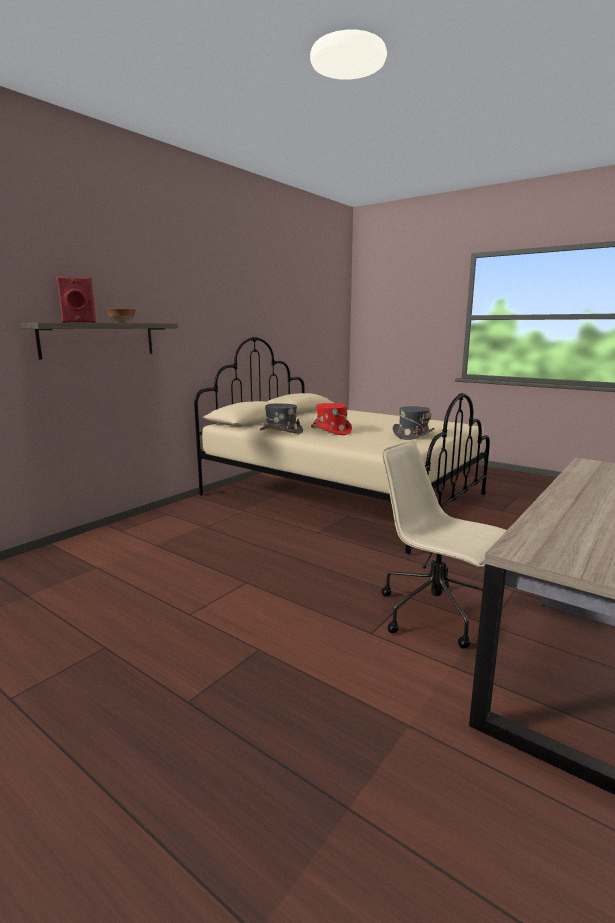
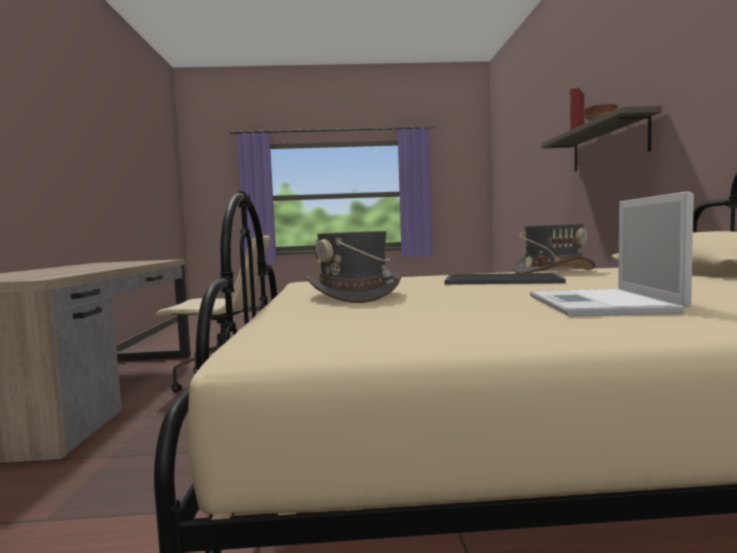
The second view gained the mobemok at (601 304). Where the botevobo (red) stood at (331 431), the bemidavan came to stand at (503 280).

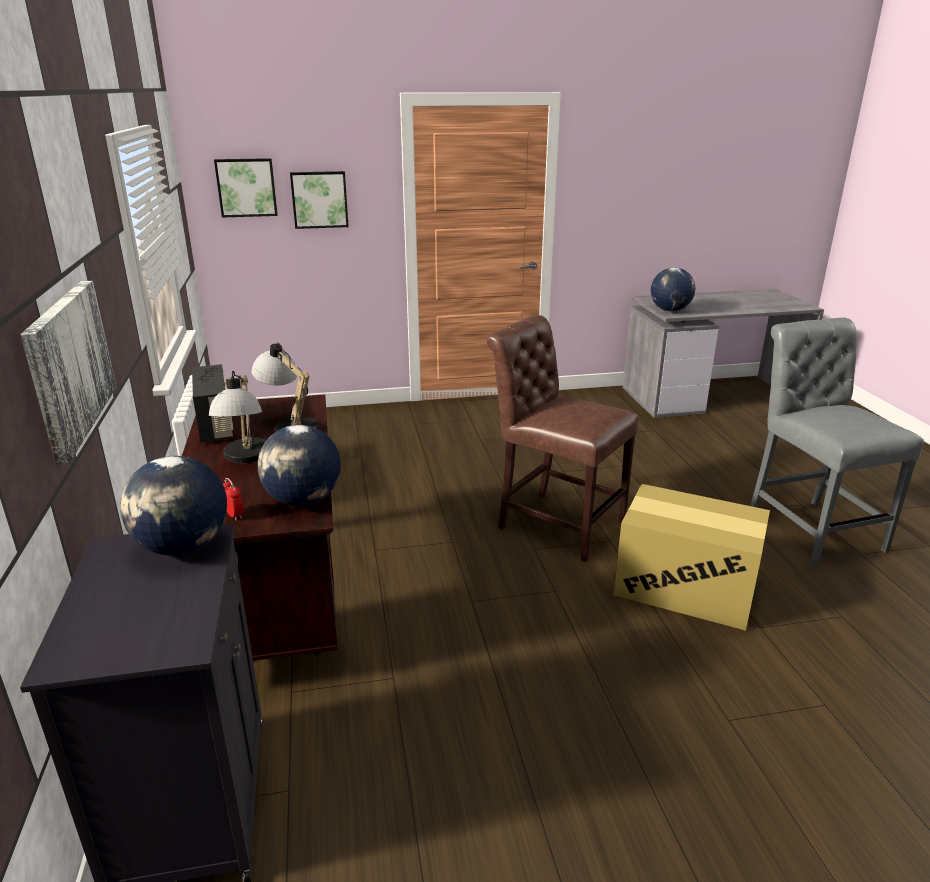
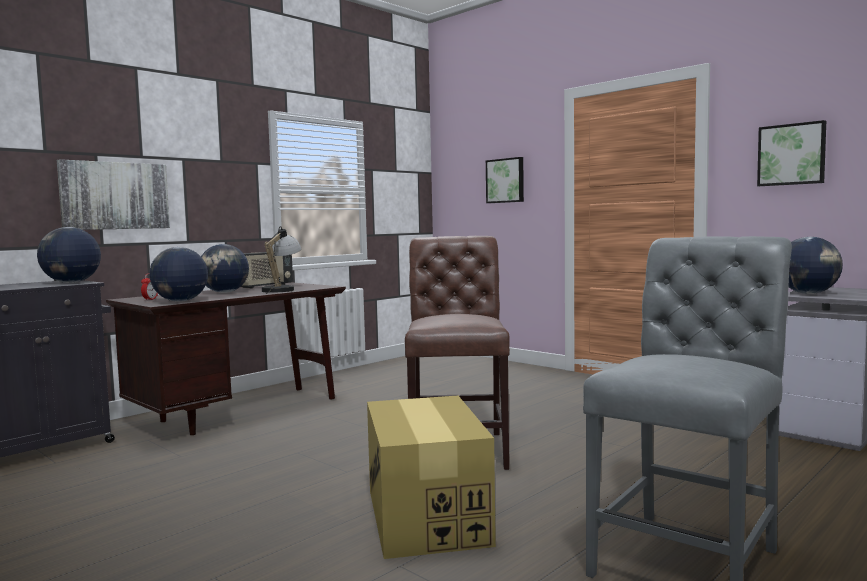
The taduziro ended up elsewhere, having gone from (246 187) to (791 154). Where the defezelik stood at (246 459), the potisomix came to stand at (225 292).

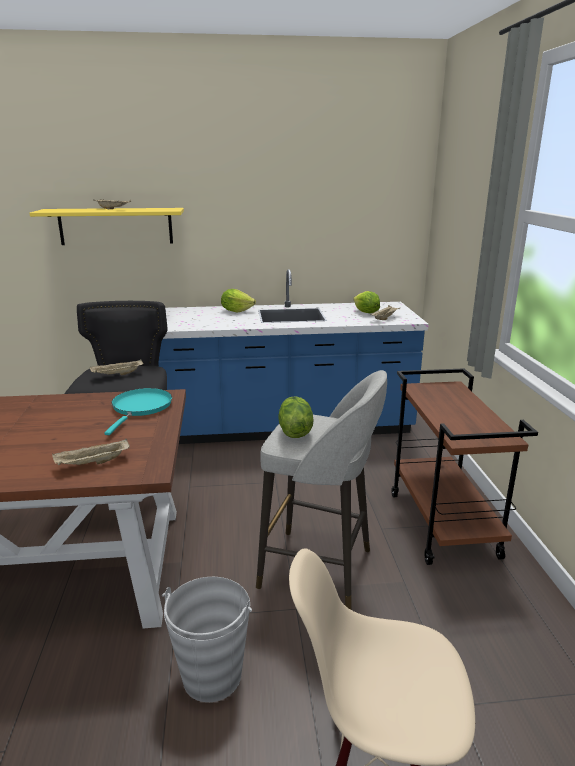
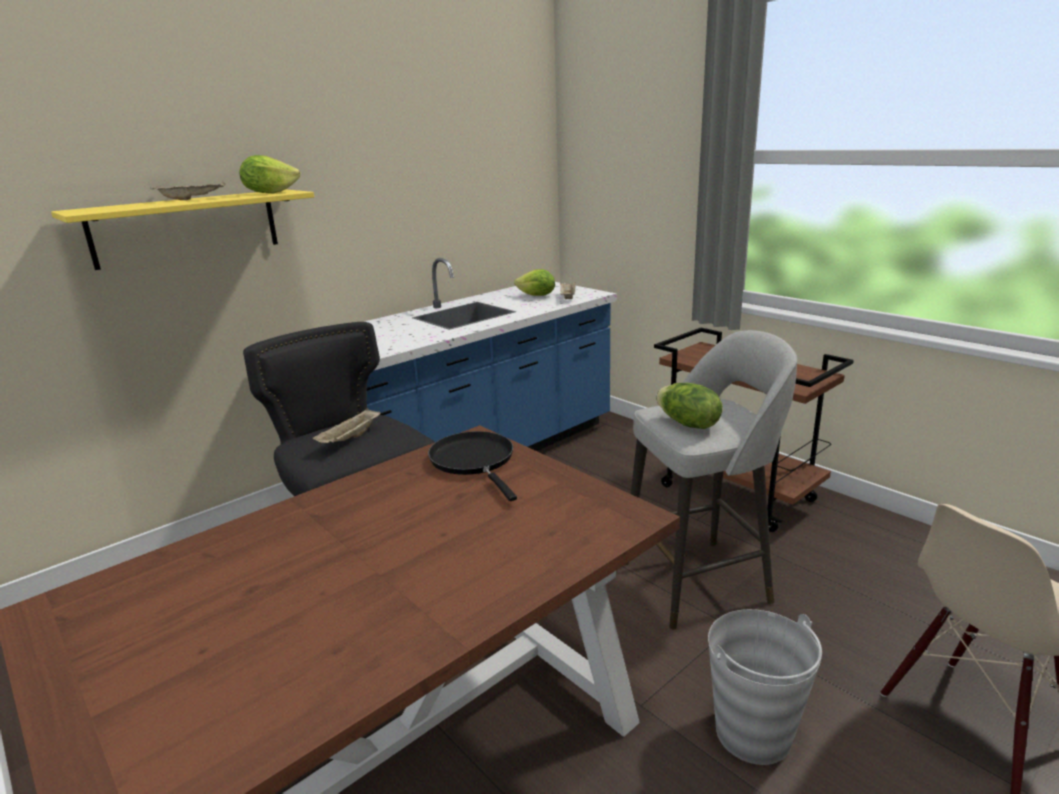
The second view lost the bemidavan (beige) at (92 463). The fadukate ended up elsewhere, having gone from (236 311) to (269 193). What was the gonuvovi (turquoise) at (140 408) turned into the gonuvovi (black) at (474 461).

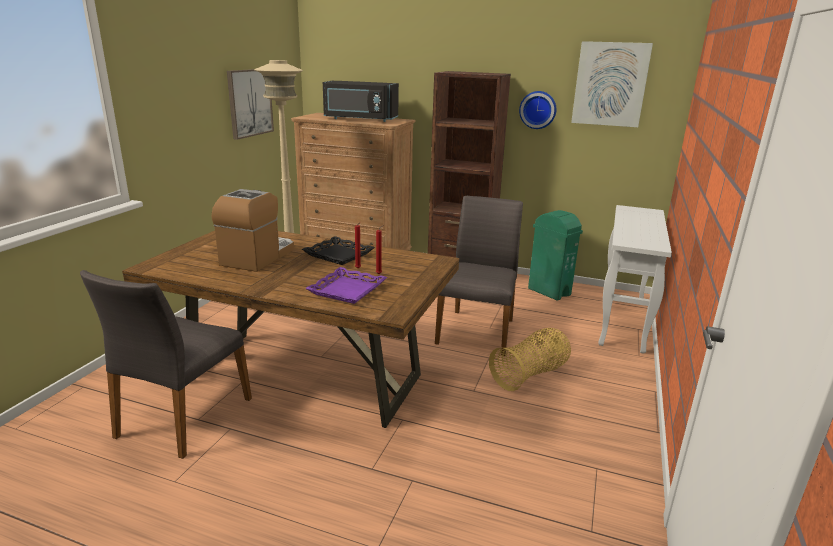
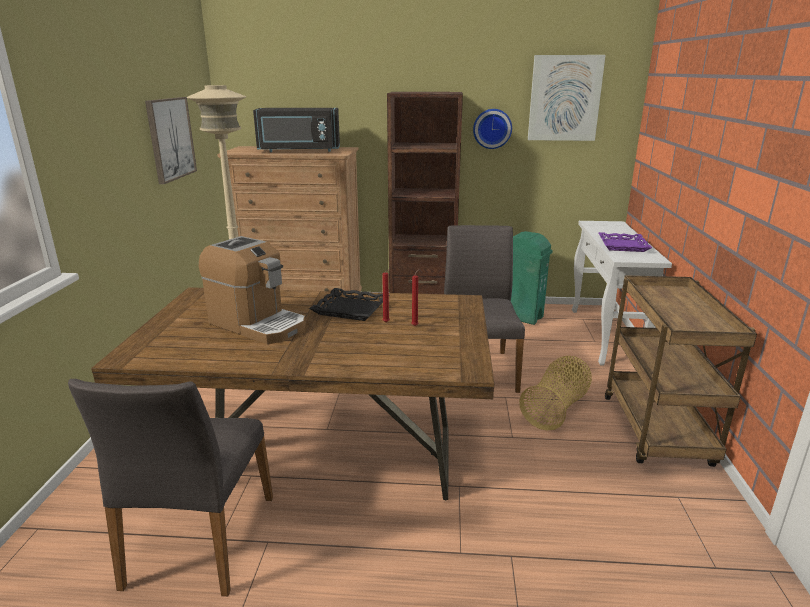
The second view gained the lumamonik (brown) at (657 432). The bemidavan (purple) ended up elsewhere, having gone from (348 290) to (623 246). The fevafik at (258 256) ended up facing another way, 120 degrees clockwise from before.

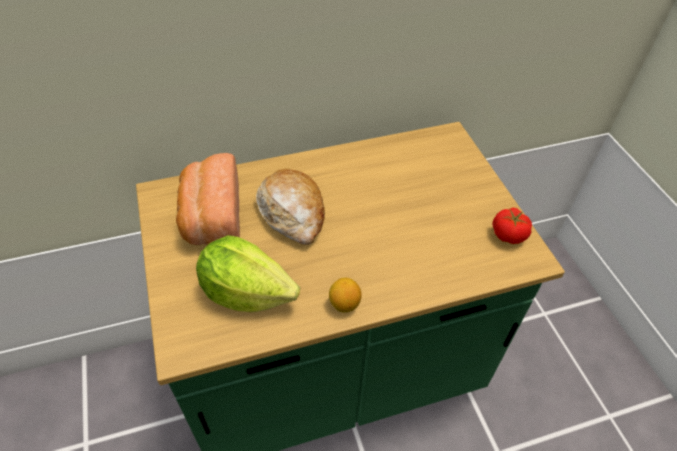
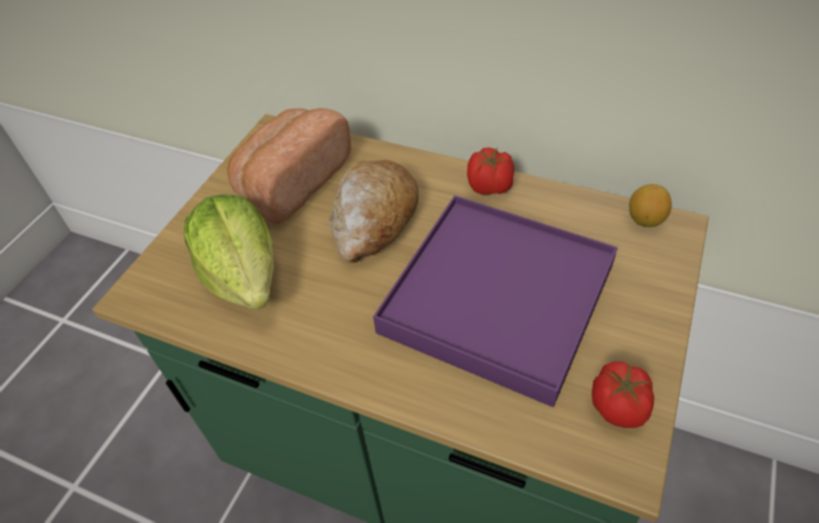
The second view gained the bemidavan (purple) at (498 299). The second view gained the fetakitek at (490 187). The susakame ended up elsewhere, having gone from (344 304) to (645 220).

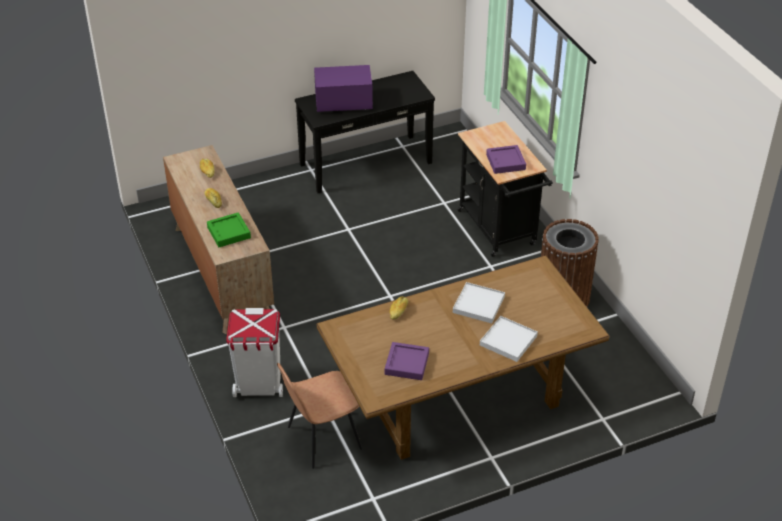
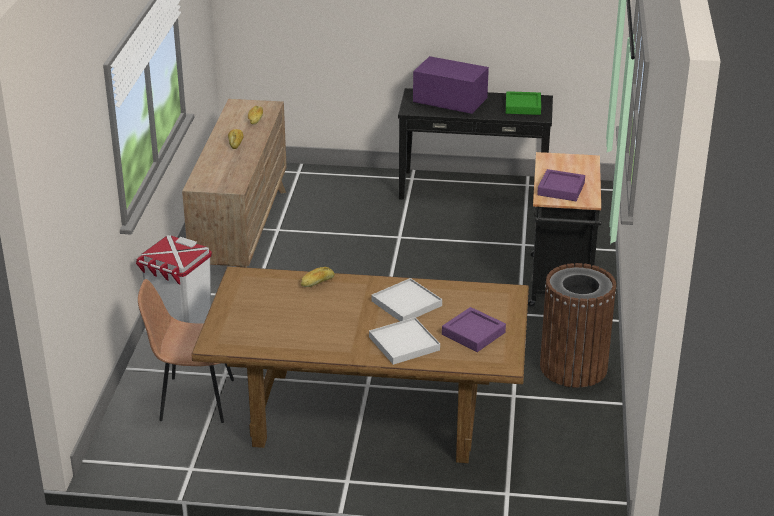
The bemidavan (green) ended up elsewhere, having gone from (229 233) to (523 107). The bemidavan (purple) ended up elsewhere, having gone from (407 364) to (473 333).

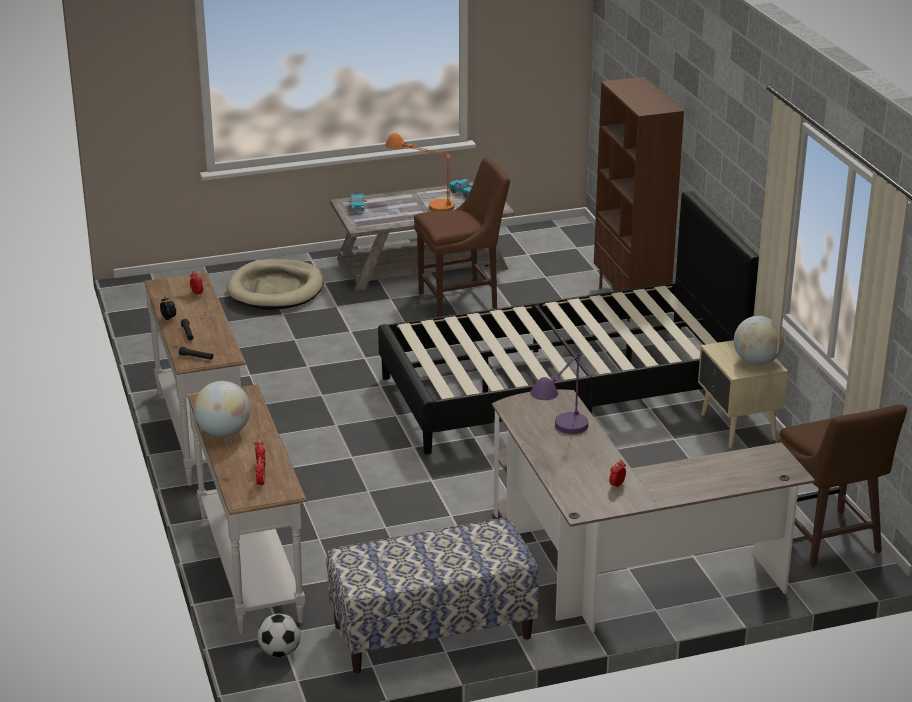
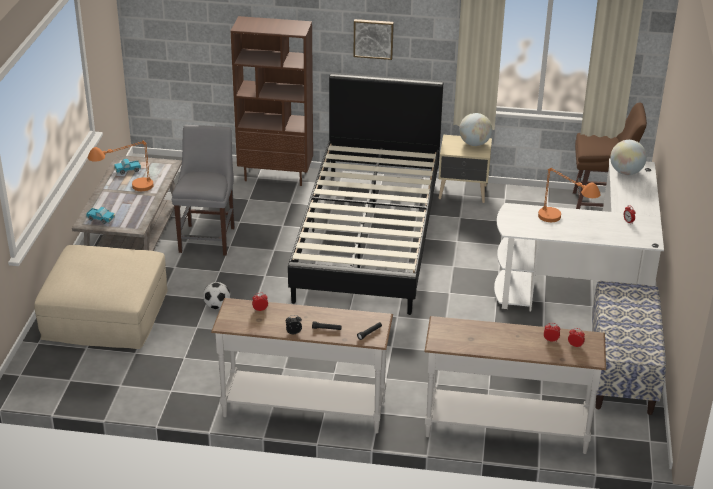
The second view gained the taduziro at (373 38). The potisomix ended up elsewhere, having gone from (224 433) to (626 172). The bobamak ended up elsewhere, having gone from (280 652) to (217 306). Where the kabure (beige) stood at (276 289), the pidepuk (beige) came to stand at (104 315). What was the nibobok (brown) at (462 300) turned into the nibobok (grey) at (208 238). What was the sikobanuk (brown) at (617 568) turned into the sikobanuk (white) at (589 282). What was the defezelik (purple) at (559 439) turned into the defezelik (orange) at (564 225).

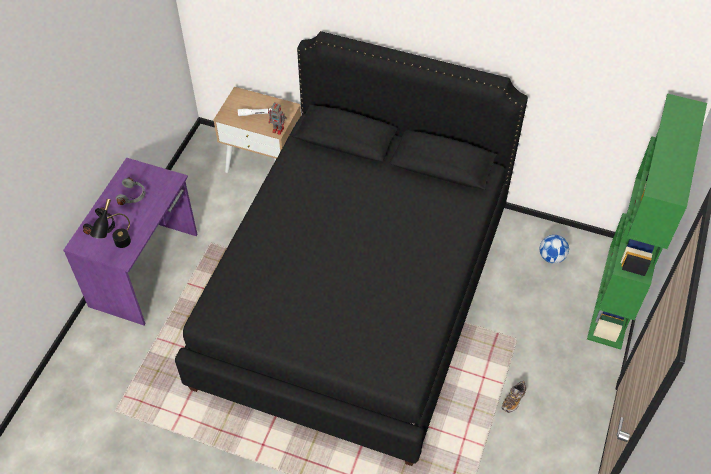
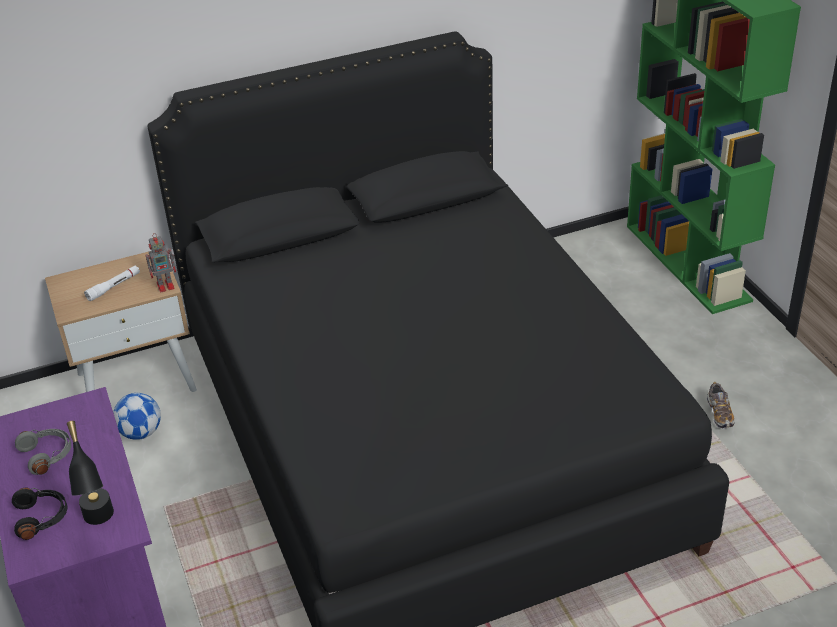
The bobamak ended up elsewhere, having gone from (551 257) to (141 432).

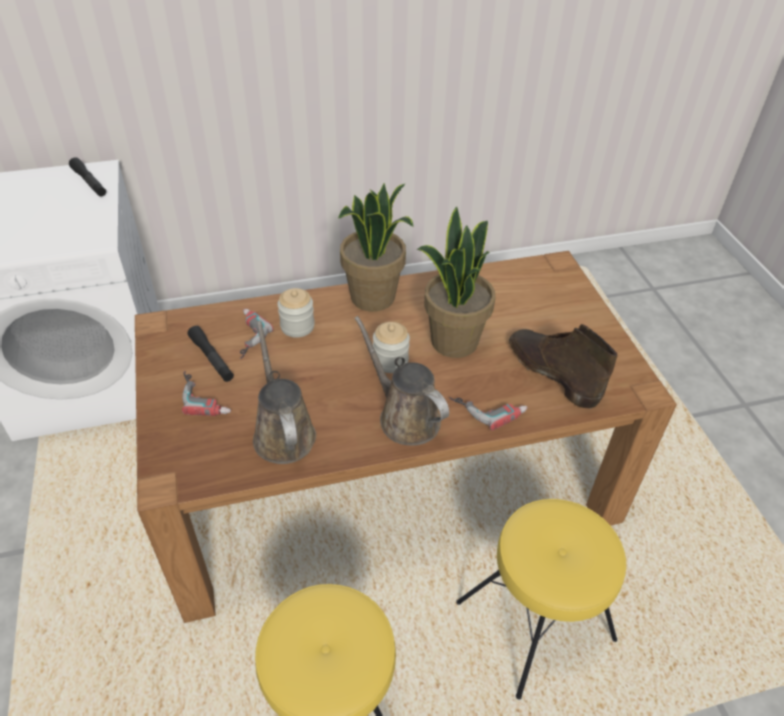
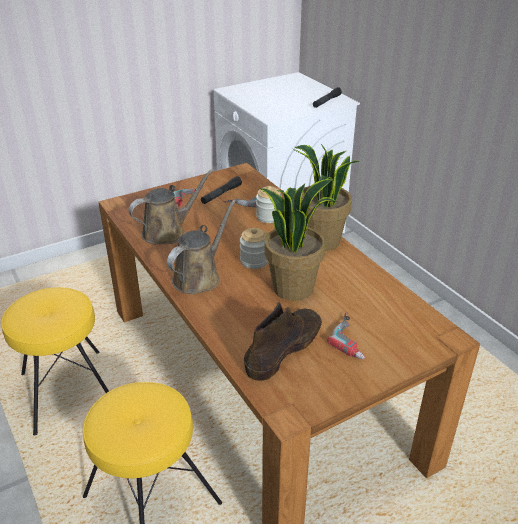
The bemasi ended up elsewhere, having gone from (488 407) to (353 339).

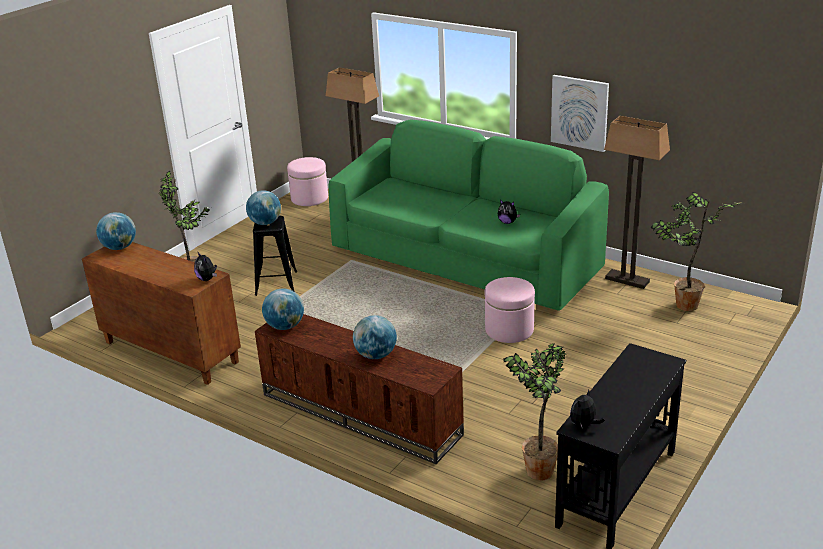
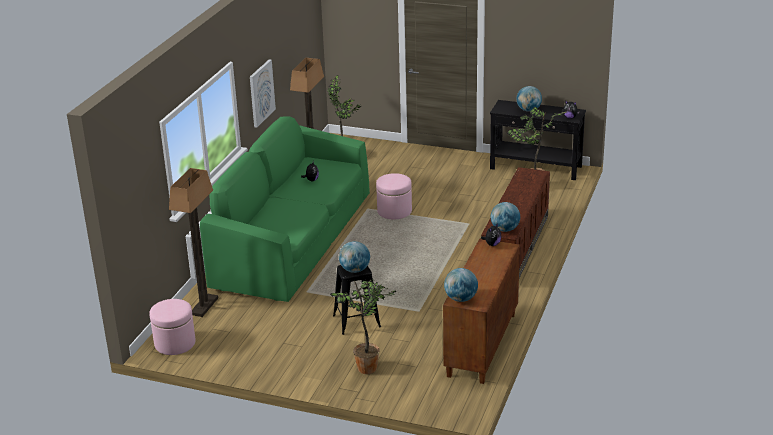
The potisomix ended up elsewhere, having gone from (376 355) to (528 110).

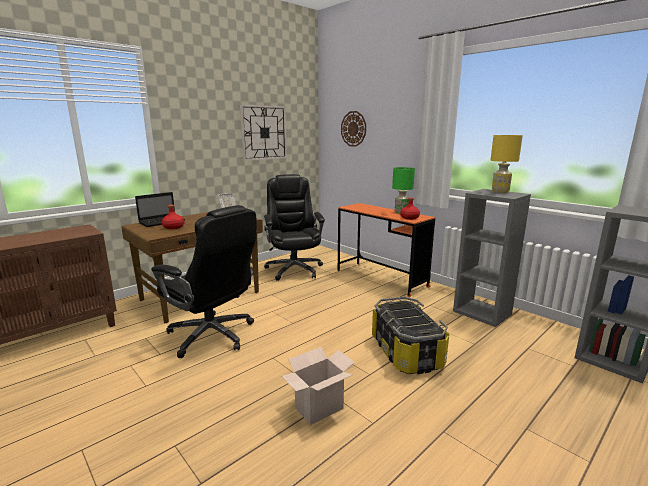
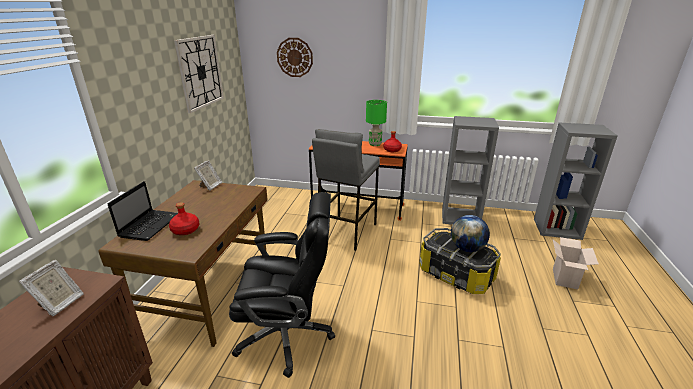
The second view lost the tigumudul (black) at (294 269). The second view lost the defezelik (yellow) at (499 191). The second view gained the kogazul at (60 304). The second view gained the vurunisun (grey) at (346 232). The second view gained the potisomix at (467 248). The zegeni ended up elsewhere, having gone from (318 409) to (566 279).

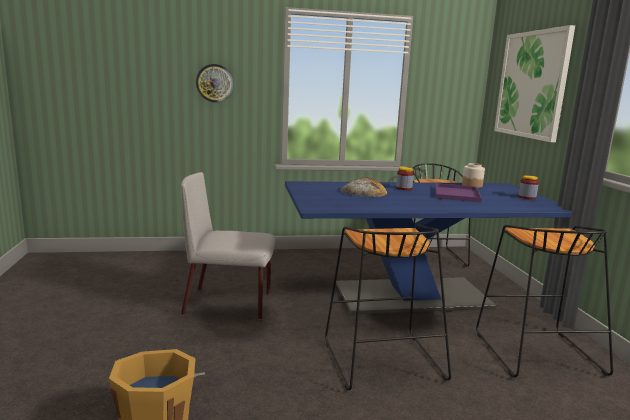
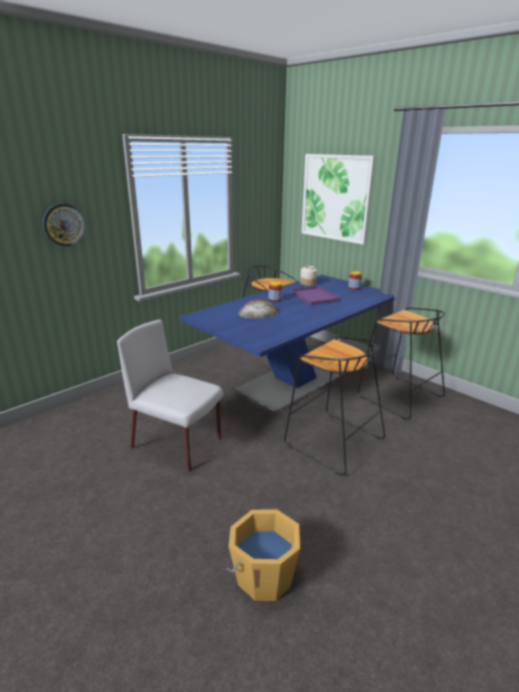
The nibobok (grey) at (229 304) ended up facing another way, 60 degrees clockwise from before.

